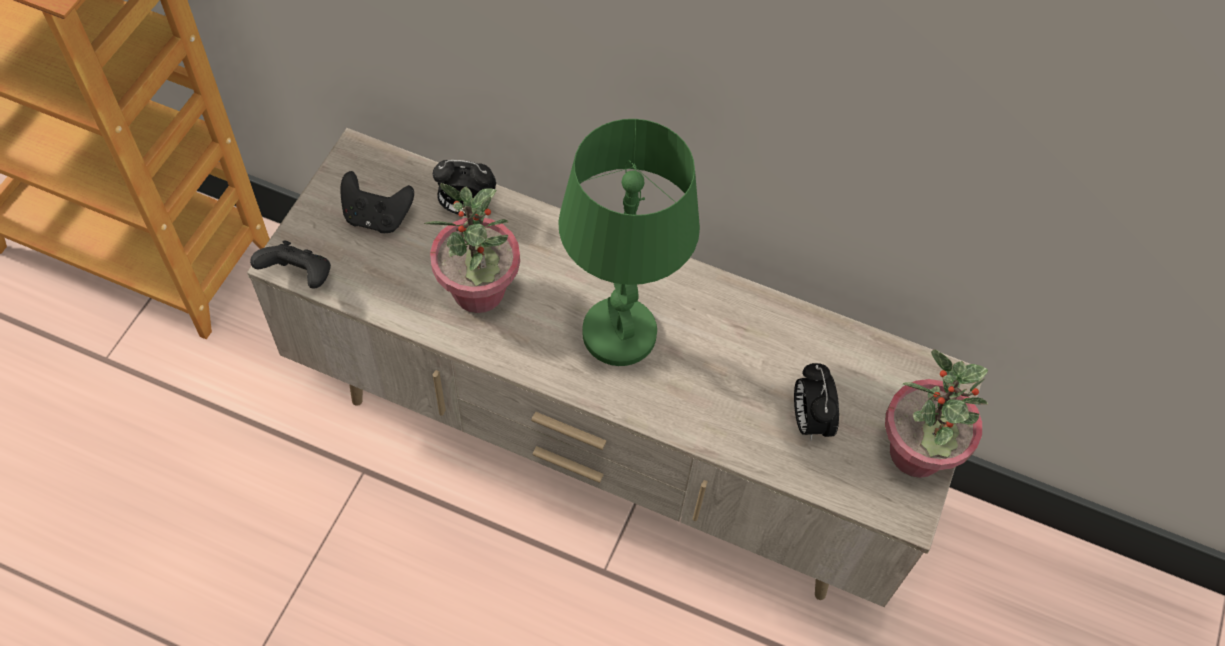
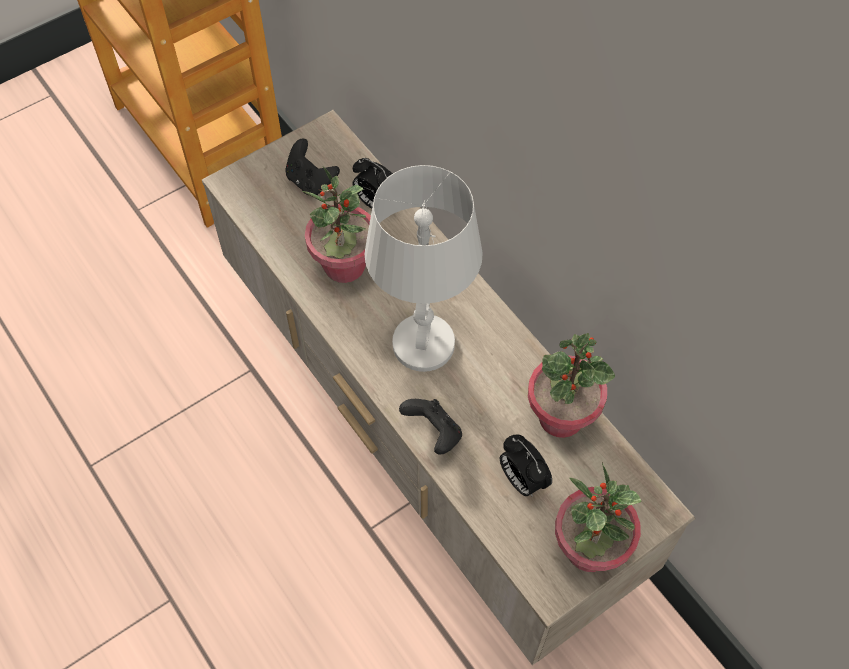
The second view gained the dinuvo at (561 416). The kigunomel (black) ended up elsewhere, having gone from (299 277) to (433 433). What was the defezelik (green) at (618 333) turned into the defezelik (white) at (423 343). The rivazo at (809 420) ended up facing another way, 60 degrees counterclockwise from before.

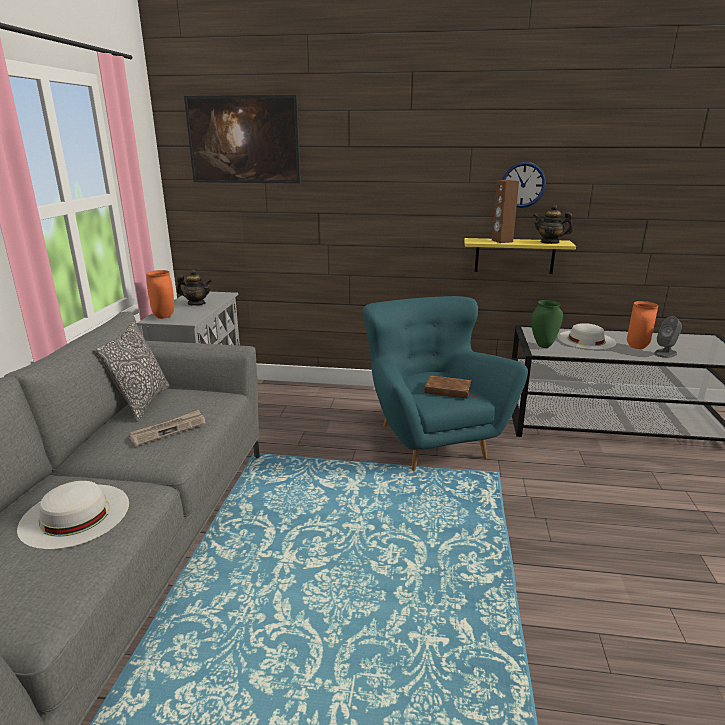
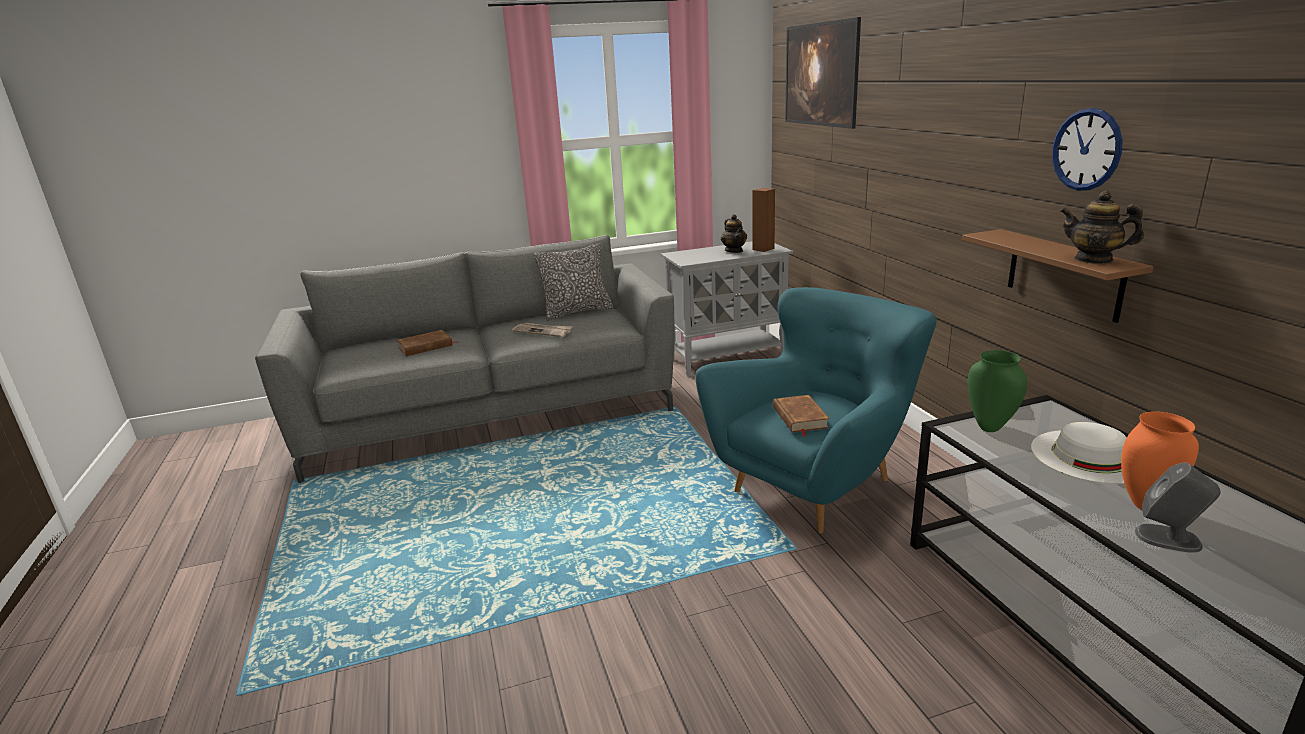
The second view lost the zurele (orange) at (164 316). The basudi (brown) ended up elsewhere, having gone from (501 241) to (763 249). Where the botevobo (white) stood at (75 515), the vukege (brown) came to stand at (425 346). What was the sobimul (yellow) at (514 256) turned into the sobimul (brown) at (1064 274). The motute at (550 242) ended up facing another way, 60 degrees counterclockwise from before.

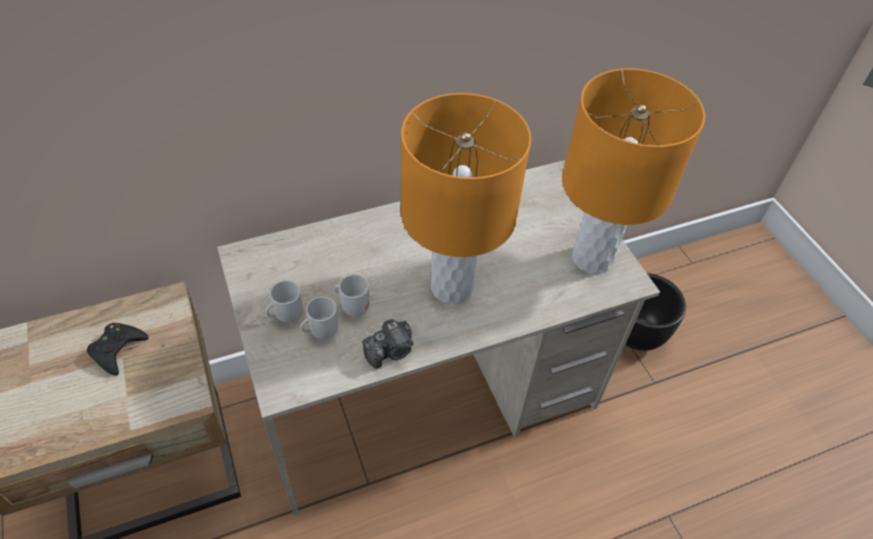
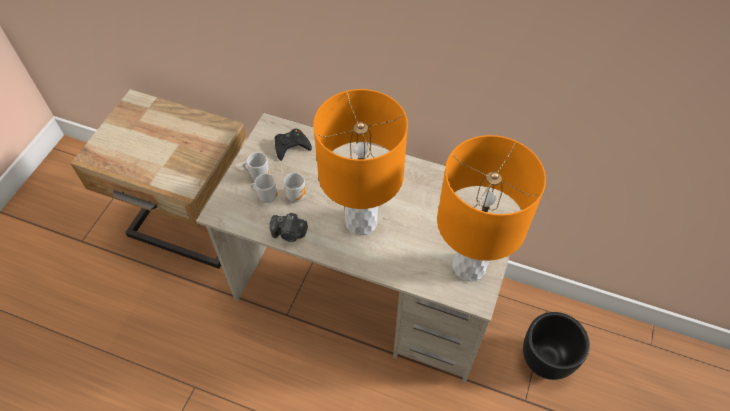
The kigunomel (black) ended up elsewhere, having gone from (117 350) to (291 146).

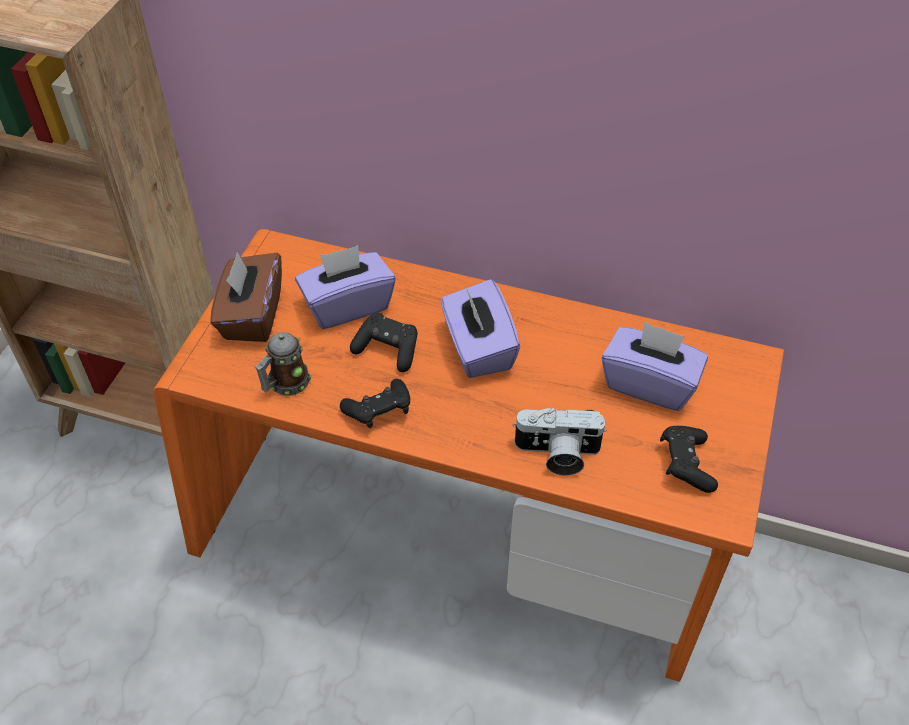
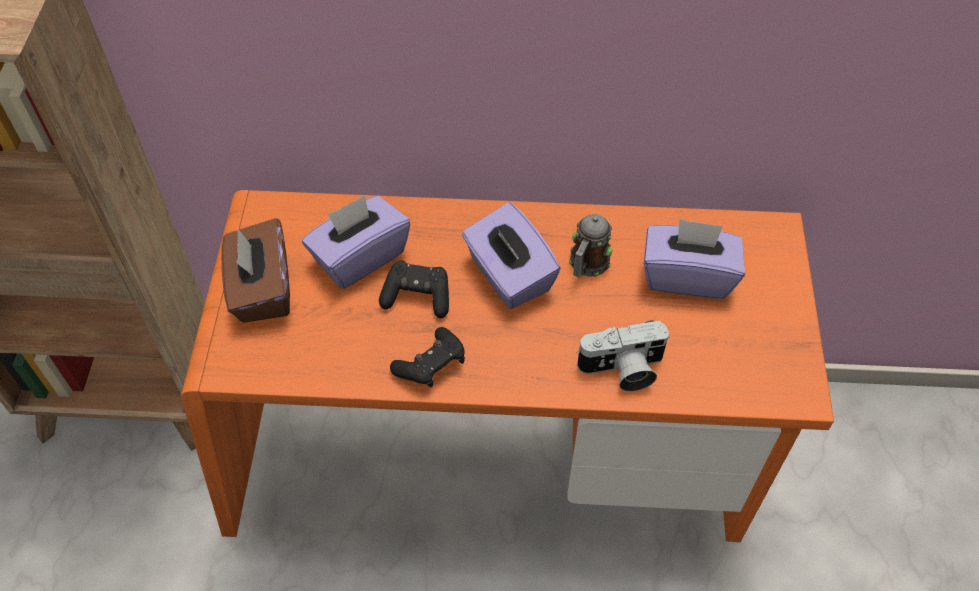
The second view lost the kigunomel (black) at (685 465). The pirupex ended up elsewhere, having gone from (285 384) to (587 265).

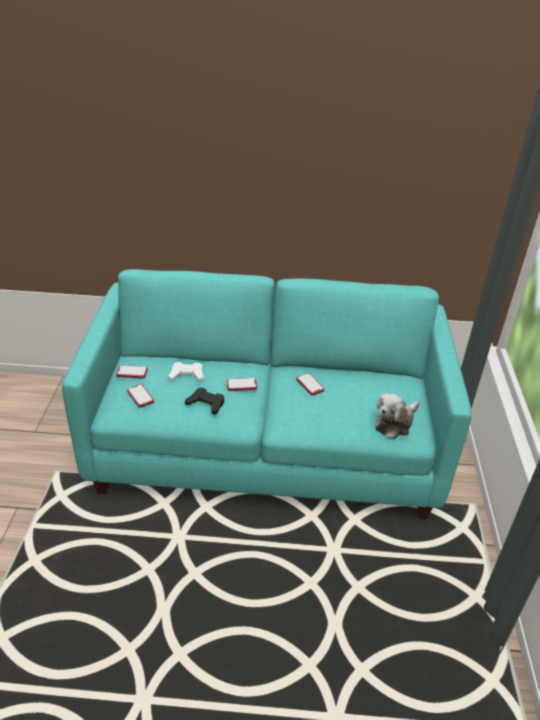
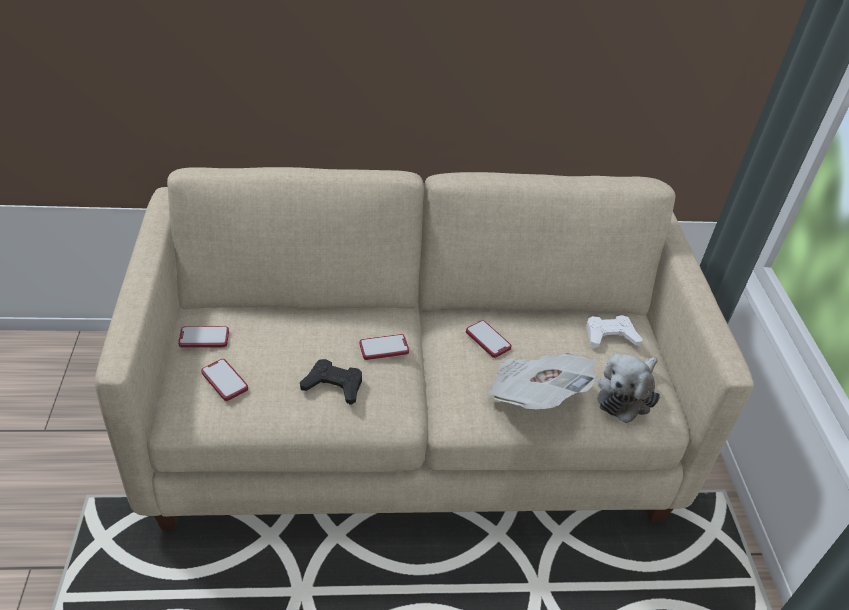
The second view gained the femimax at (534 396). The kigunomel (white) ended up elsewhere, having gone from (187 375) to (610 336). What was the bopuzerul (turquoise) at (267 448) turned into the bopuzerul (beige) at (413 427).

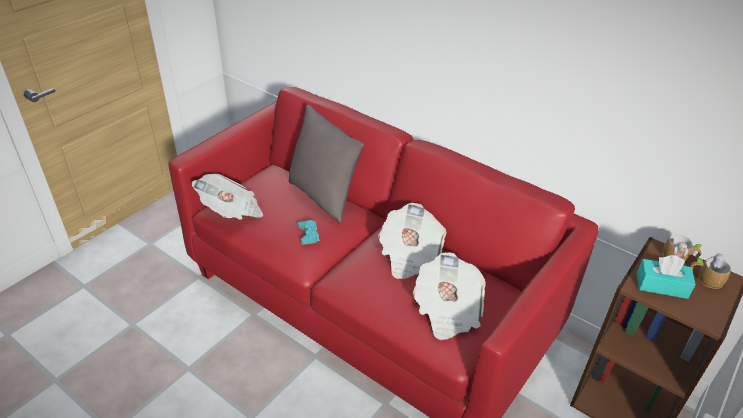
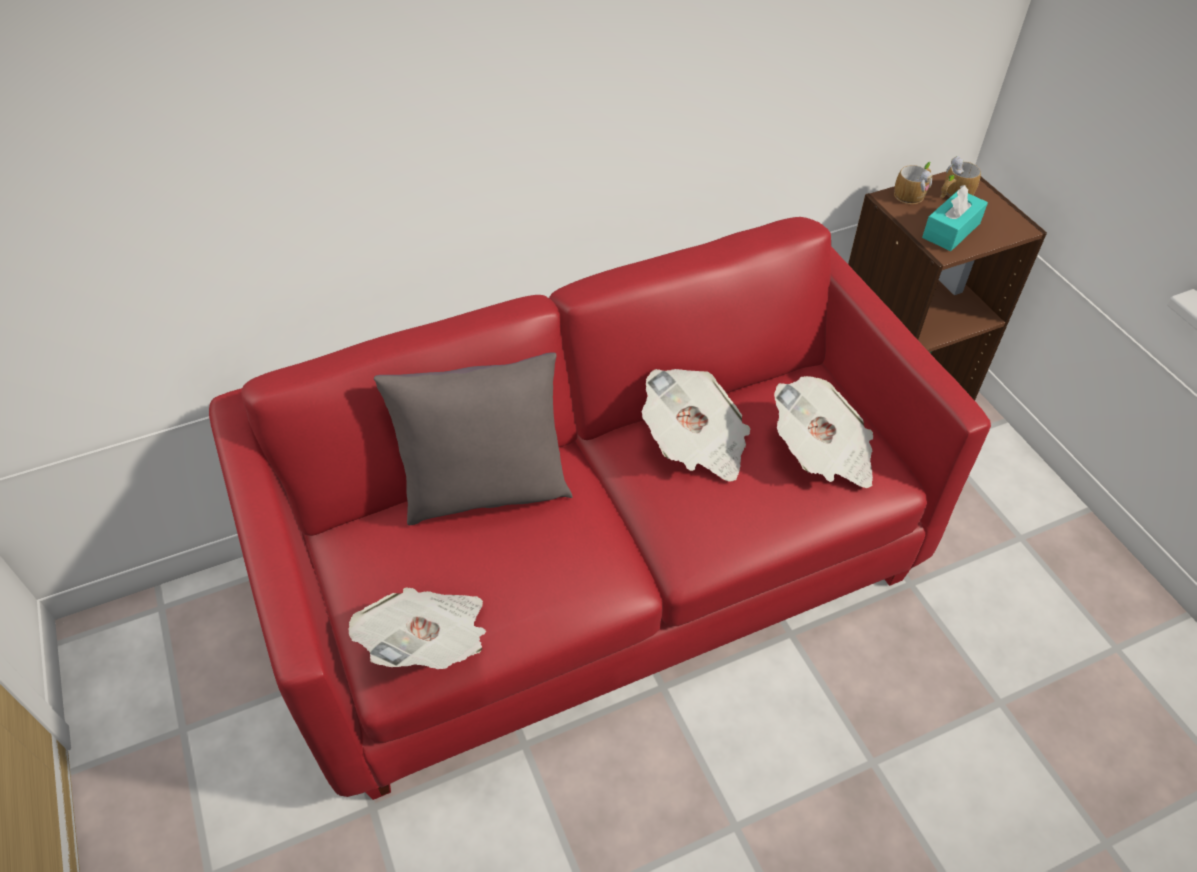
The second view lost the kigunomel (turquoise) at (309 235).

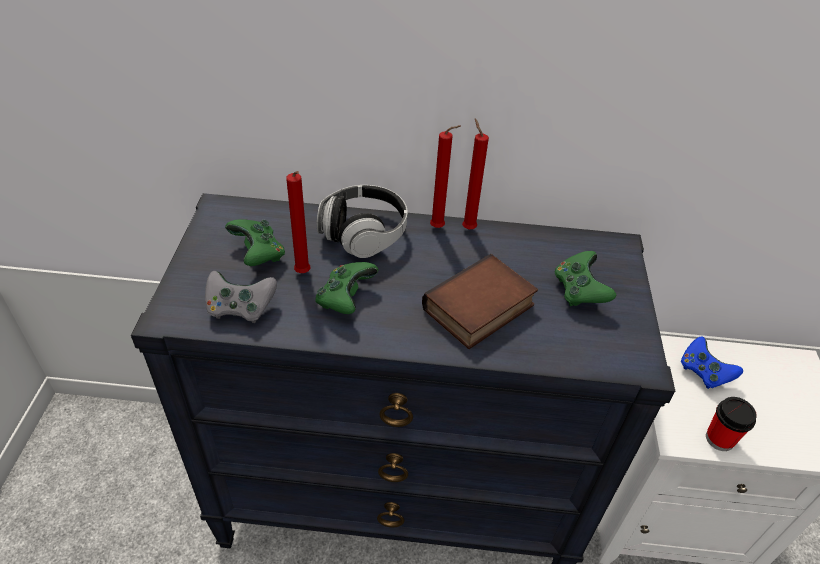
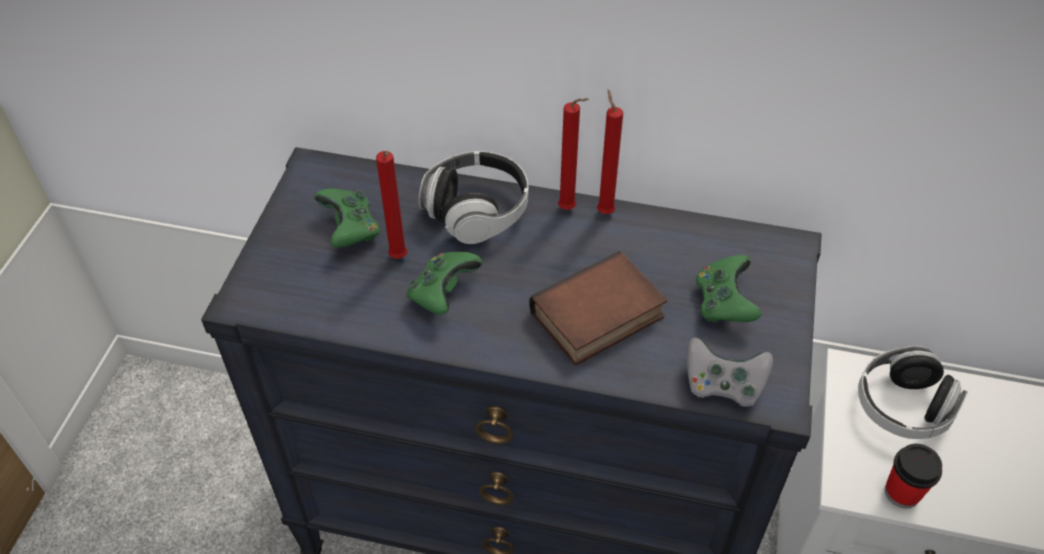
The kigunomel (grey) ended up elsewhere, having gone from (240 308) to (722 385). Where the kigunomel (blue) stood at (703 372), the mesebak came to stand at (902 407).

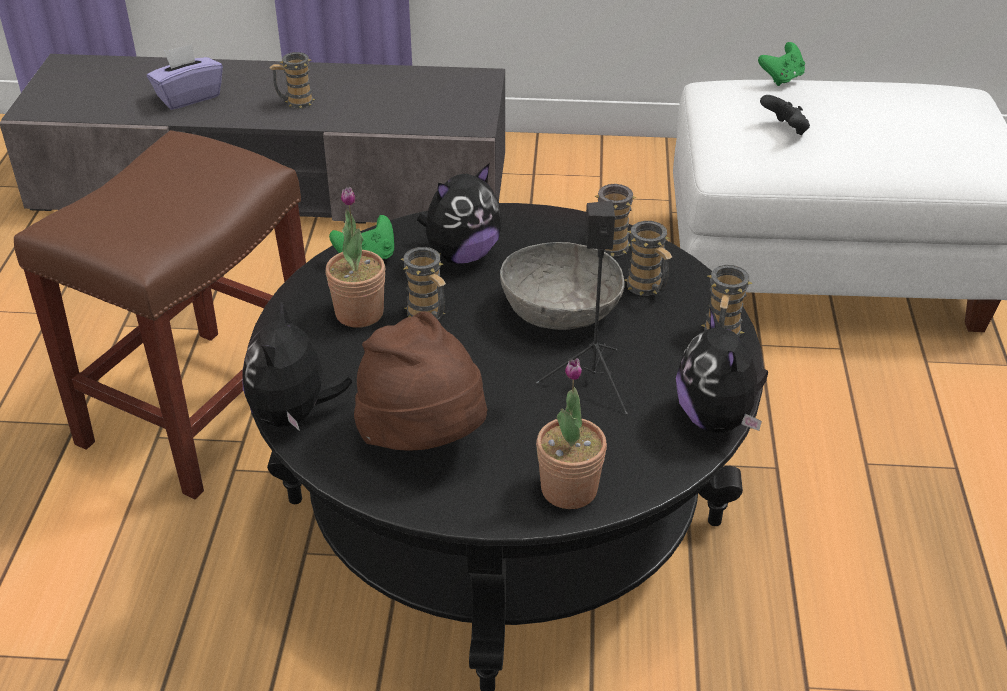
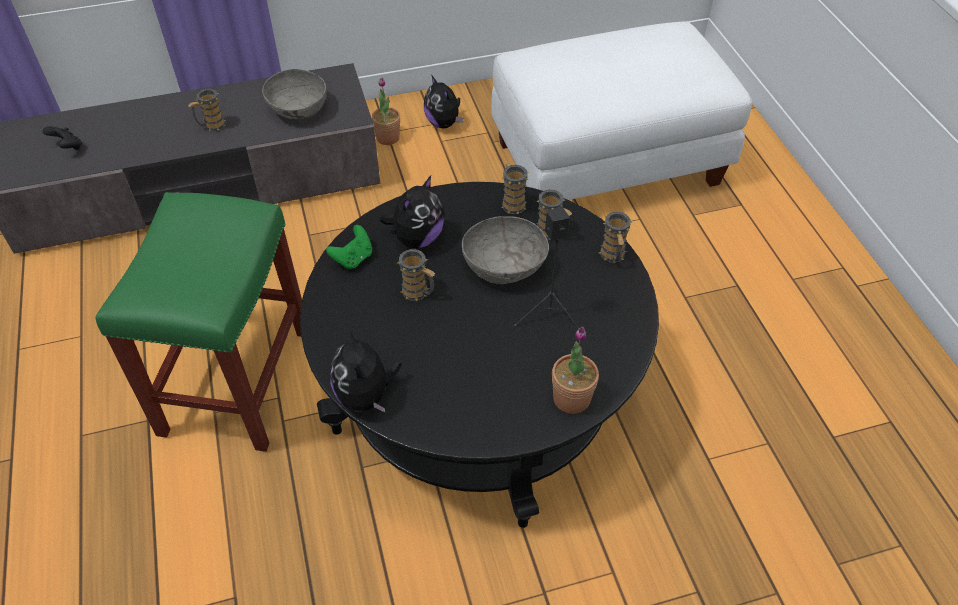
The second view lost the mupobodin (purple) at (188 97). The second view lost the botevobo (brown) at (424 438). The second view lost the kigunomel (green) at (781 78). The second view gained the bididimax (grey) at (298 109). The dinuvo ended up elsewhere, having gone from (359 313) to (388 138). The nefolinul ended up elsewhere, having gone from (717 419) to (444 123). The kigunomel (black) ended up elsewhere, having gone from (784 130) to (68 147). What was the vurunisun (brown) at (203 406) turned into the vurunisun (green) at (236 379).

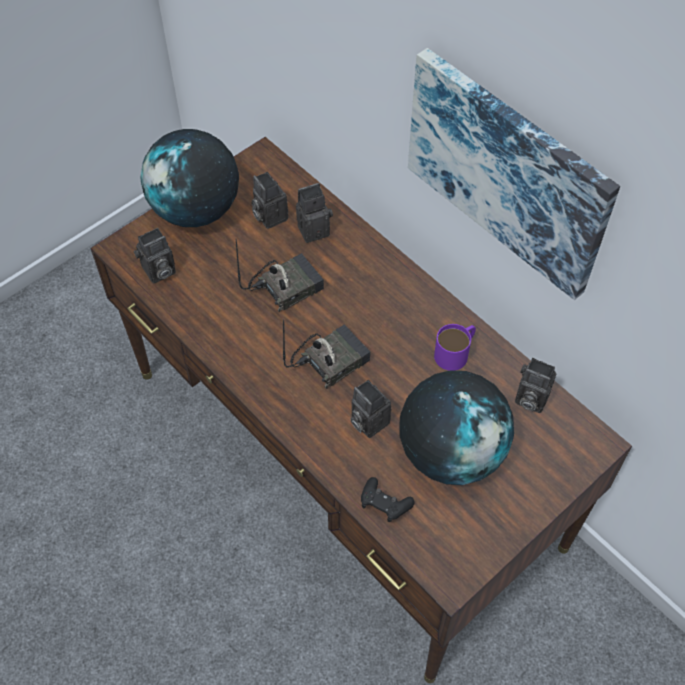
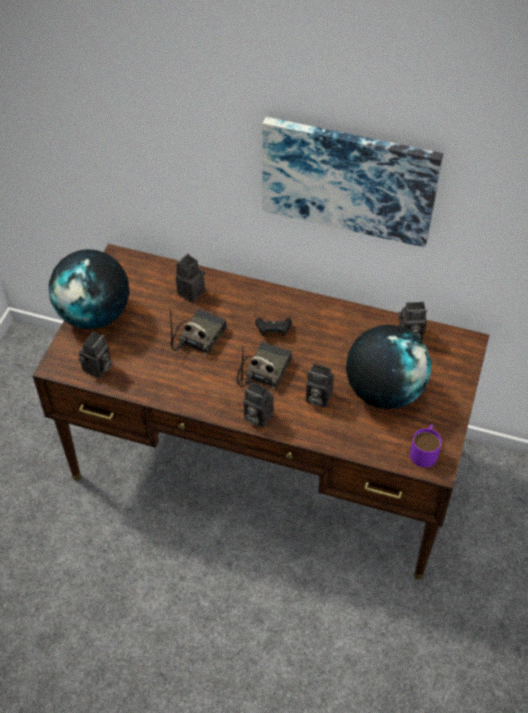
The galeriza ended up elsewhere, having gone from (269 216) to (256 416). The kigunomel (black) ended up elsewhere, having gone from (384 504) to (273 331). The pirupex (purple) ended up elsewhere, having gone from (456 352) to (425 450).

